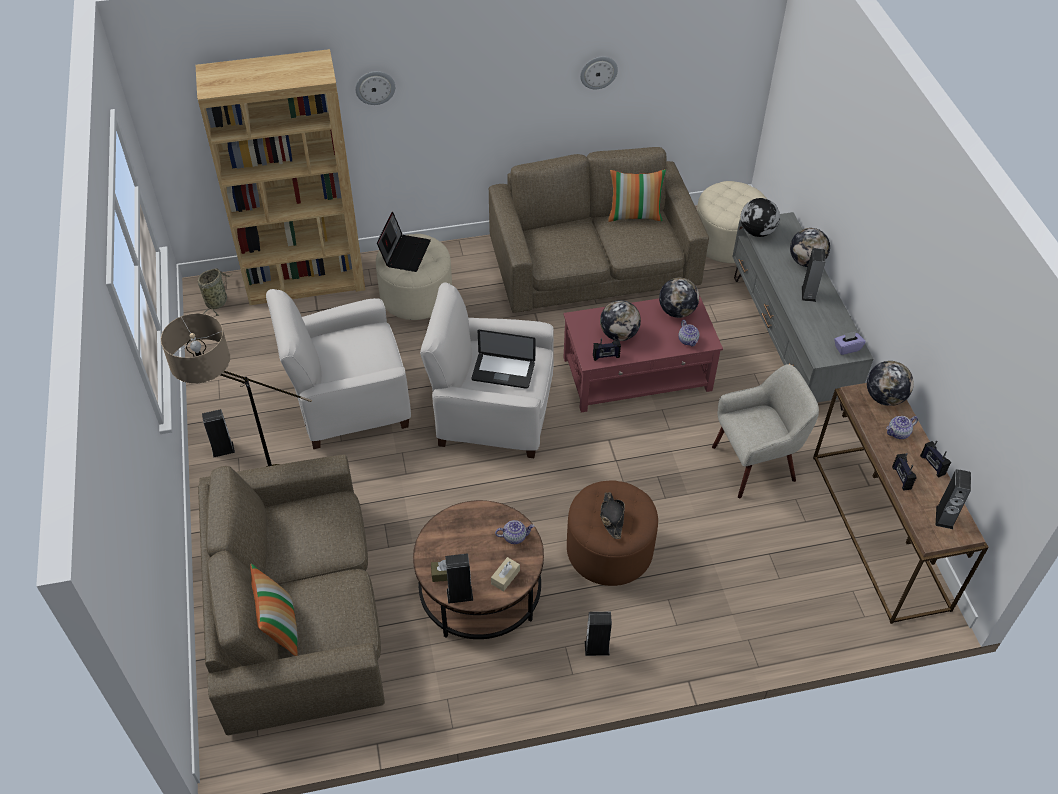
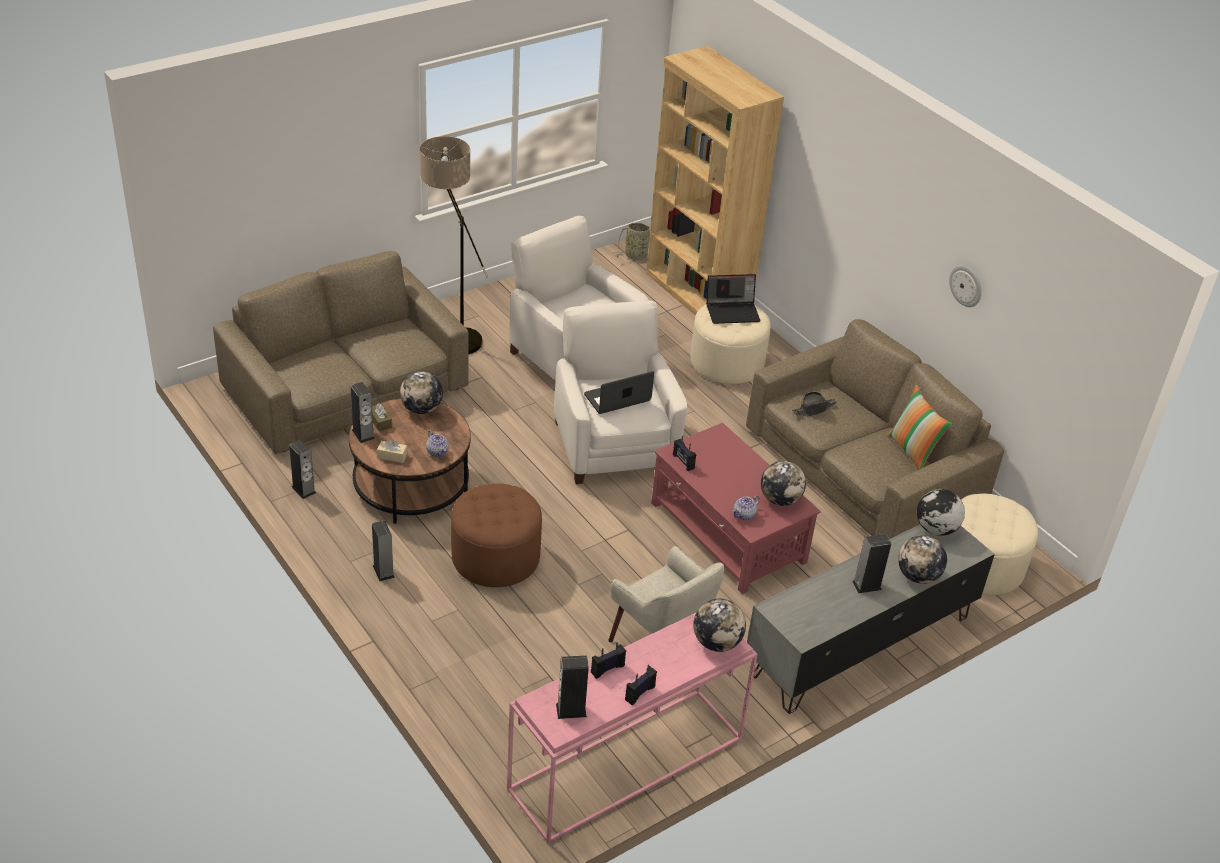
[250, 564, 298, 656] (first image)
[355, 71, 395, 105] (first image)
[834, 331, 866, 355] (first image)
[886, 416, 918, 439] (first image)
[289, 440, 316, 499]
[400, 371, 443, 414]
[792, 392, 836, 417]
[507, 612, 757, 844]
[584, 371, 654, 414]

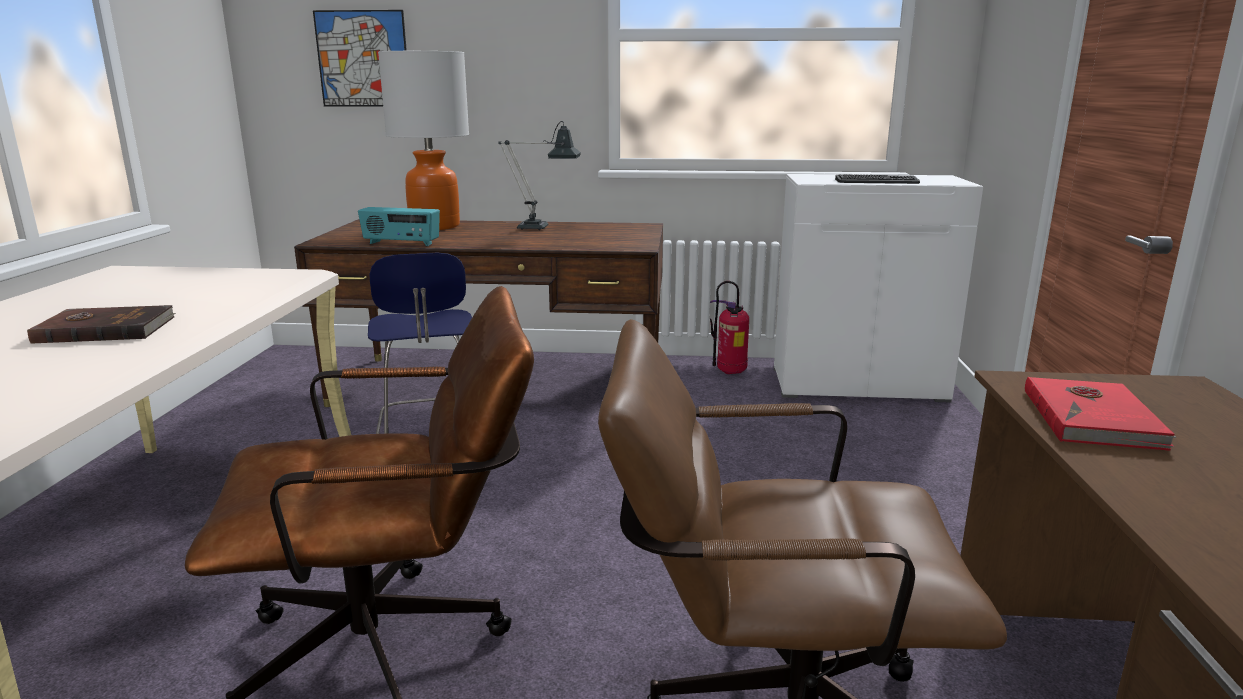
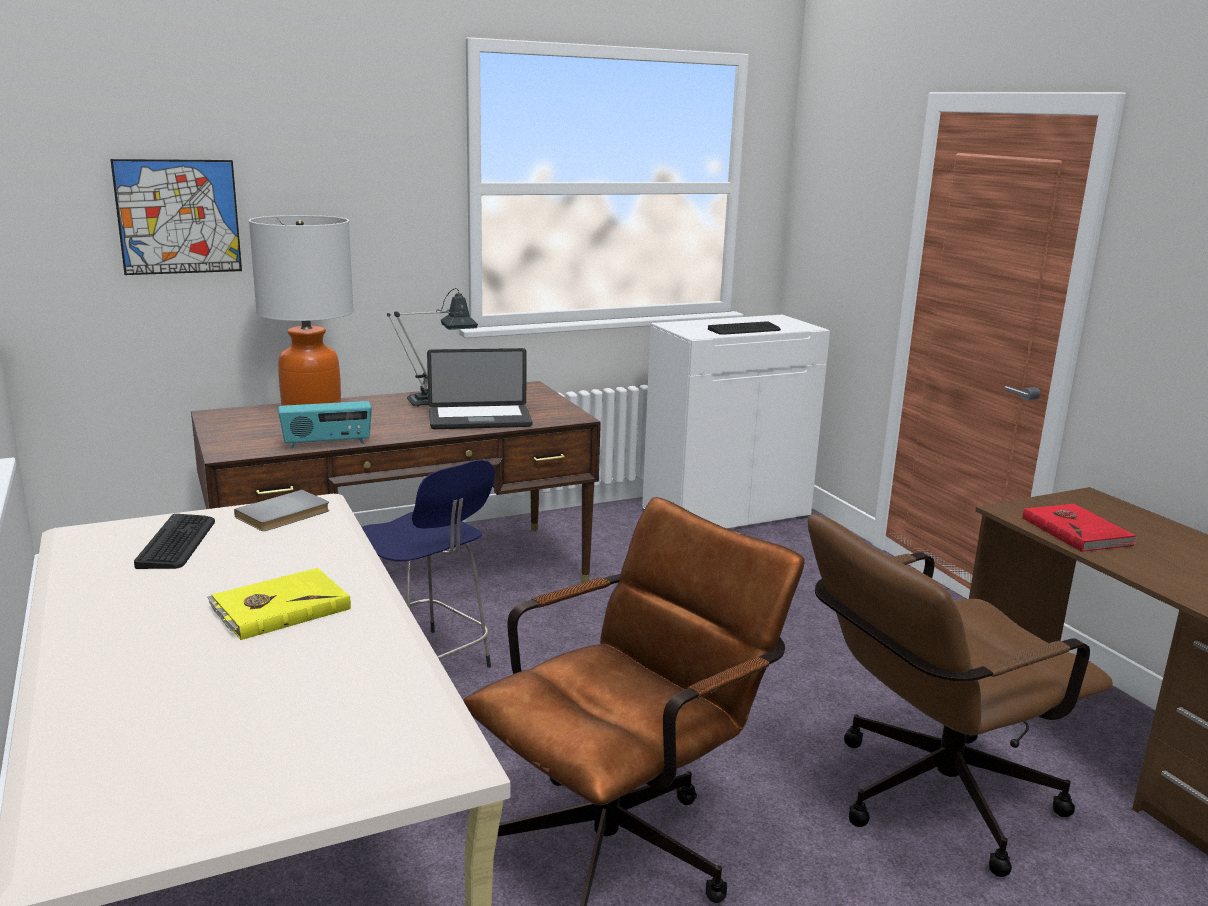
[710, 281, 749, 374] (first image)
[134, 514, 215, 569]
[234, 490, 329, 531]
[427, 348, 533, 429]
[207, 568, 351, 640]

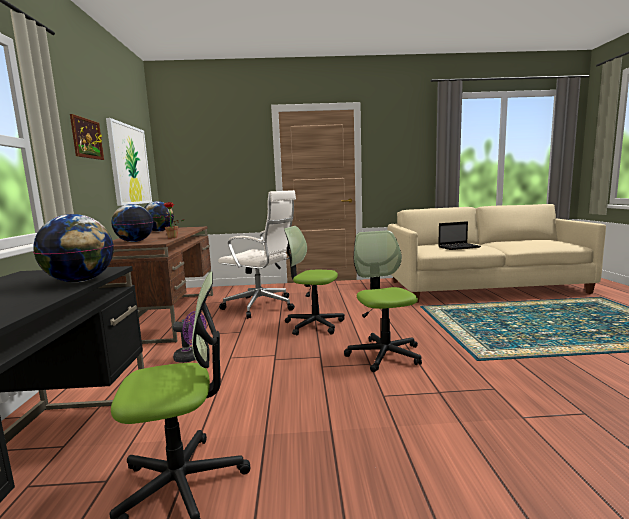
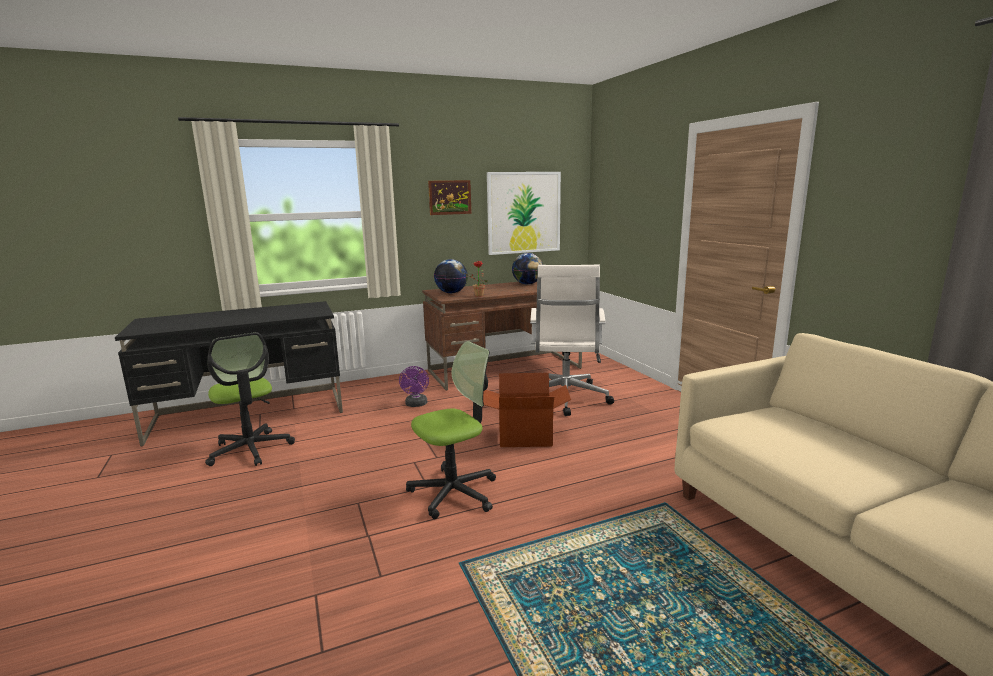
[33, 214, 114, 282] (first image)
[438, 221, 481, 250] (first image)
[483, 373, 571, 447]

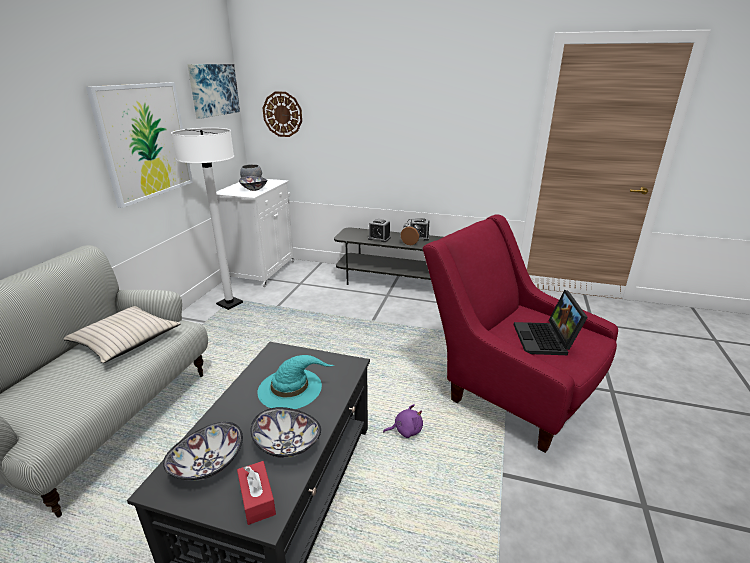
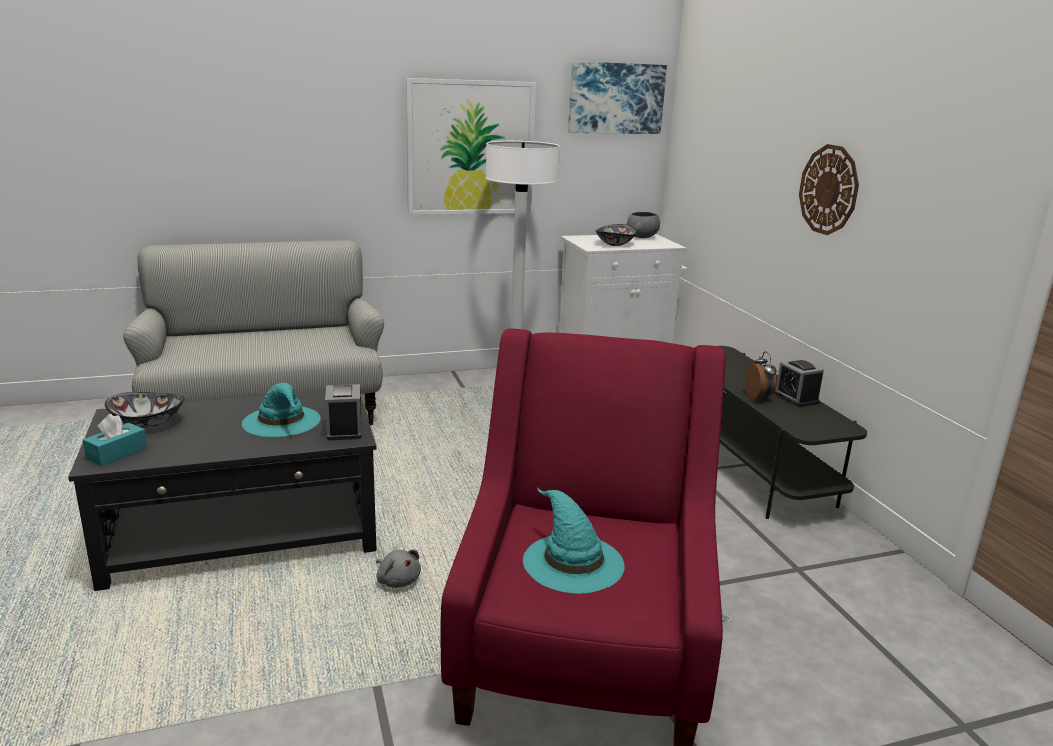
[64, 306, 181, 363] (first image)
[250, 407, 321, 458] (first image)
[799, 144, 859, 235]
[325, 384, 361, 440]
[523, 487, 624, 594]
[83, 414, 147, 466]
[376, 549, 421, 588]

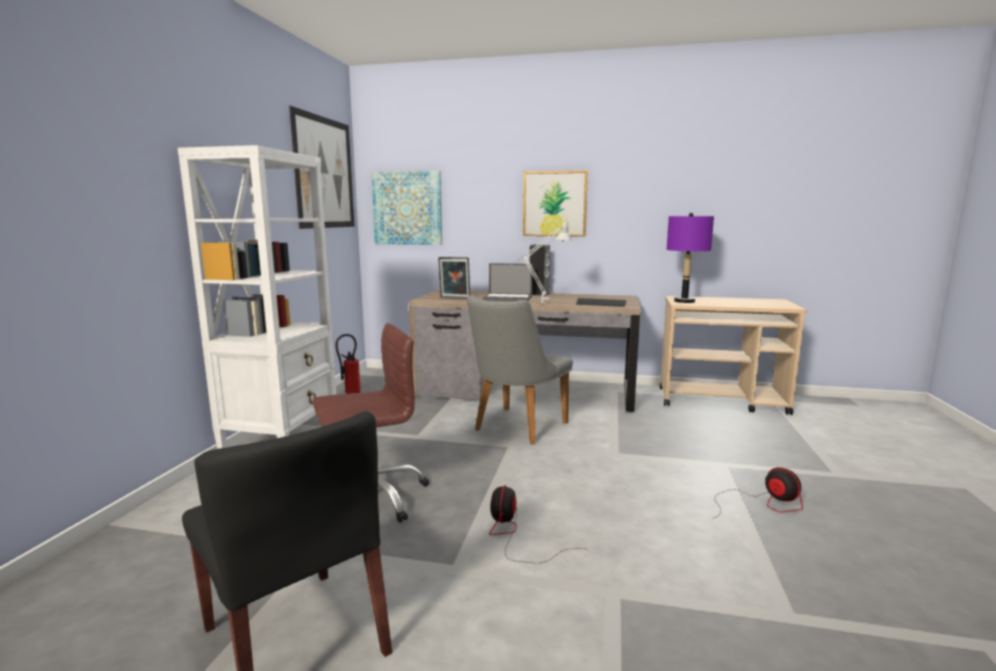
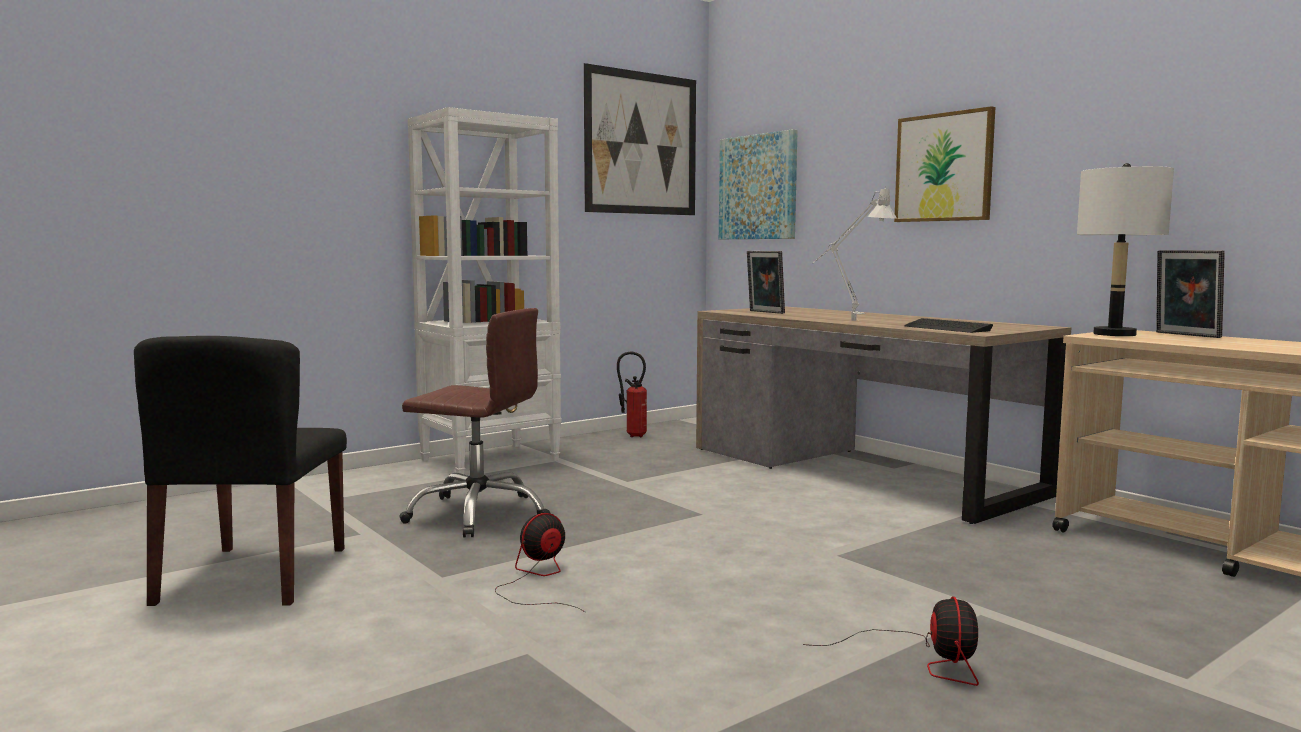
[467, 295, 573, 445] (first image)
[482, 263, 533, 301] (first image)
[529, 245, 550, 296] (first image)
[1156, 250, 1225, 338]
[1077, 163, 1174, 336]

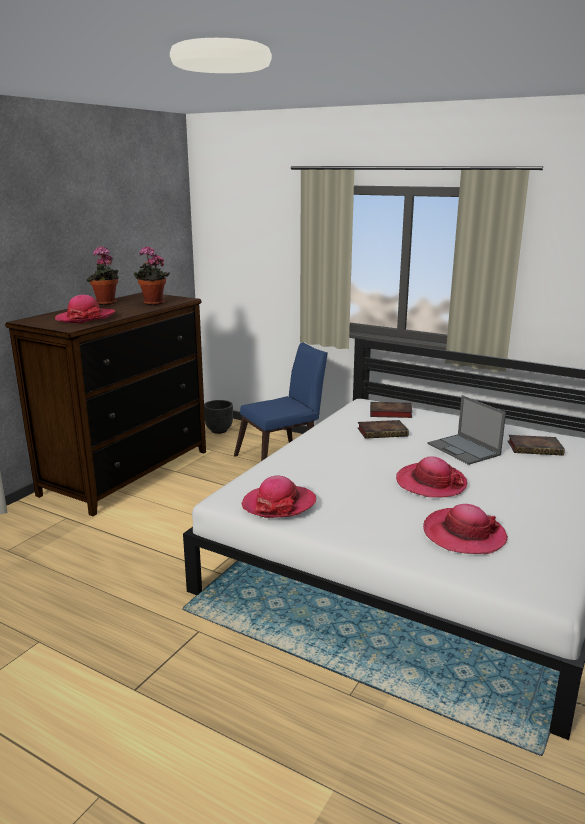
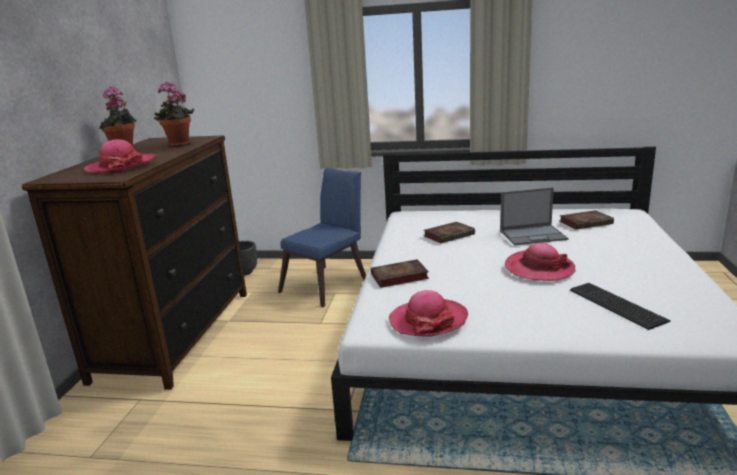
[371, 259, 429, 288]
[570, 283, 670, 330]
[500, 187, 569, 245]

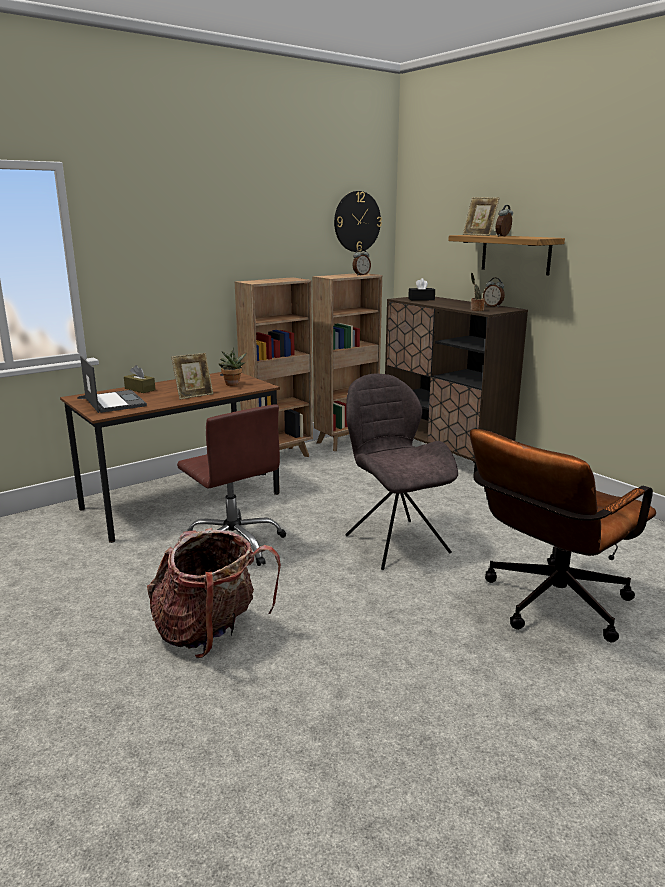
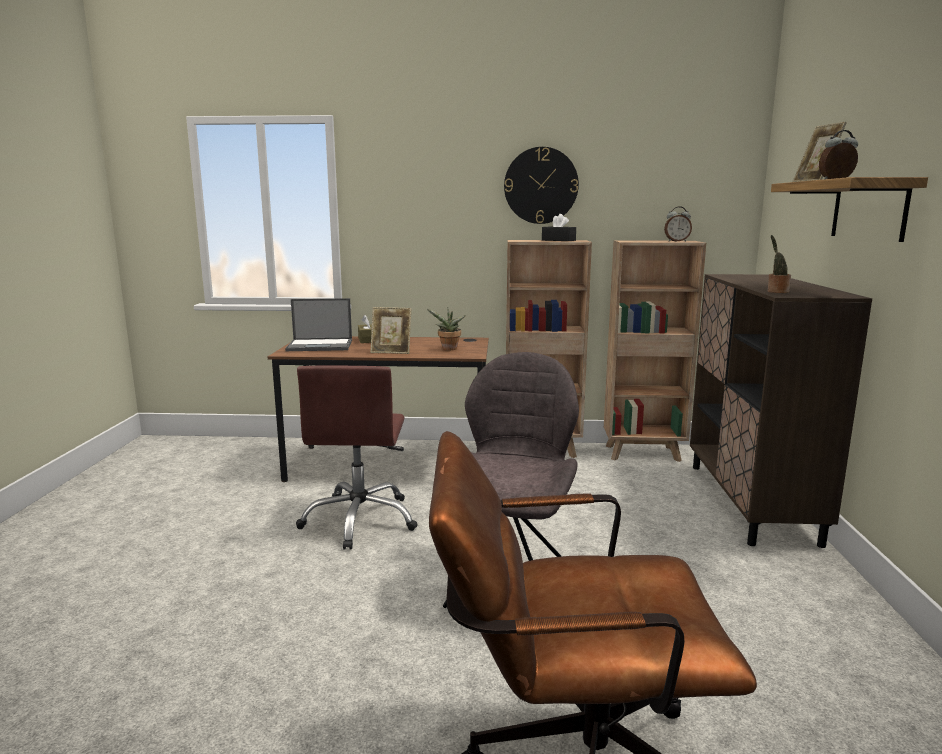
[147, 528, 281, 658] (first image)
[483, 278, 505, 307] (first image)
[504, 147, 579, 224]
[542, 214, 576, 241]
[285, 298, 352, 351]

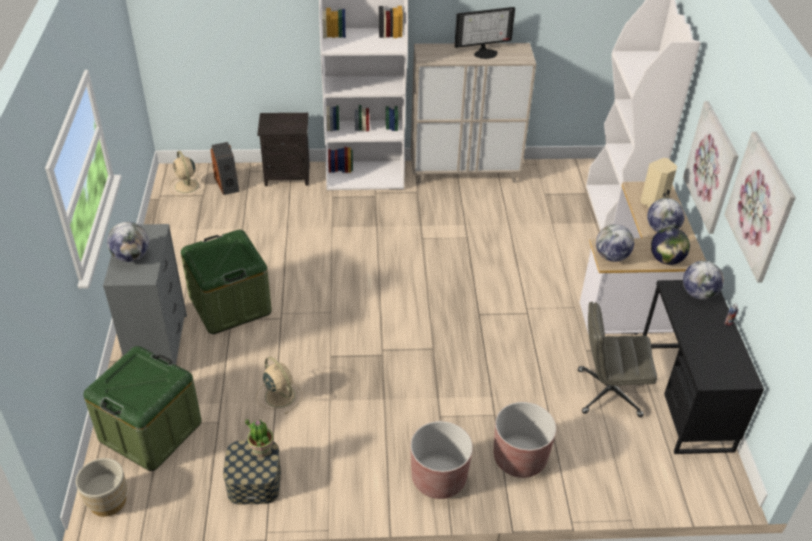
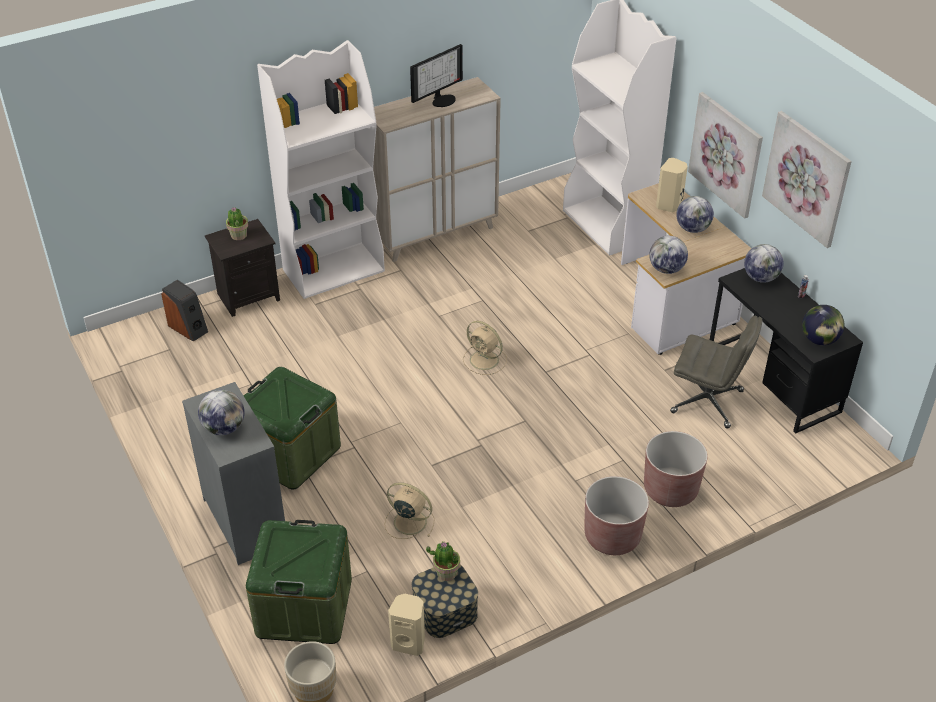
[226, 207, 248, 240]
[388, 594, 425, 656]
[463, 321, 507, 375]
[802, 305, 845, 345]
[670, 316, 762, 428]

